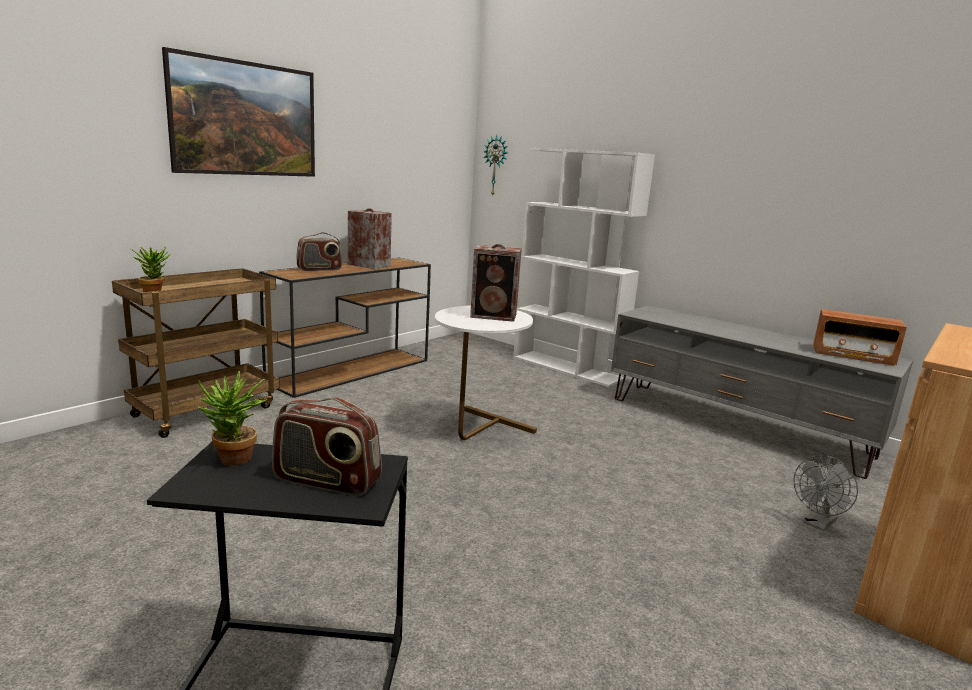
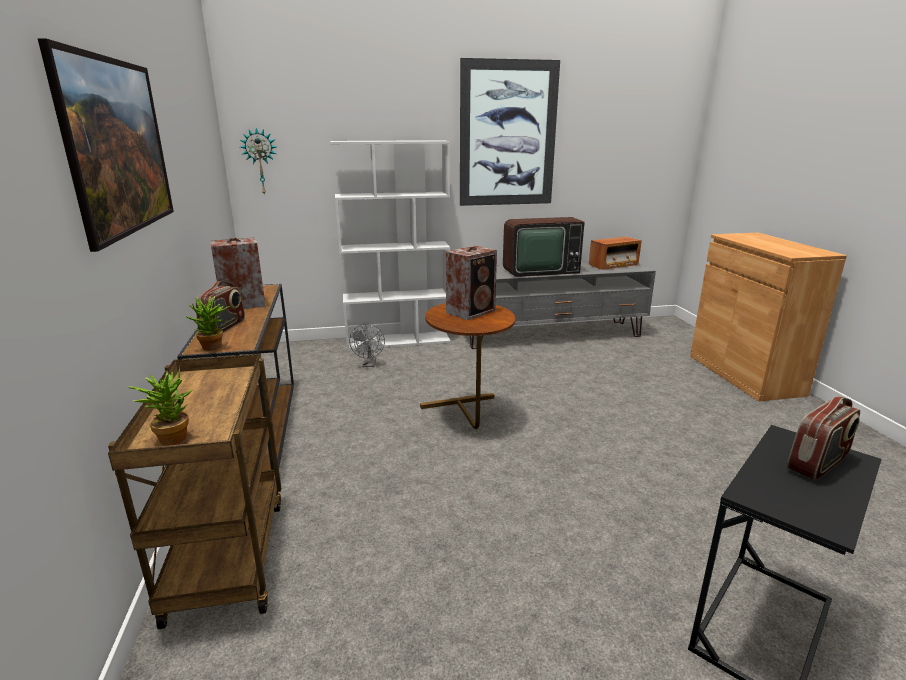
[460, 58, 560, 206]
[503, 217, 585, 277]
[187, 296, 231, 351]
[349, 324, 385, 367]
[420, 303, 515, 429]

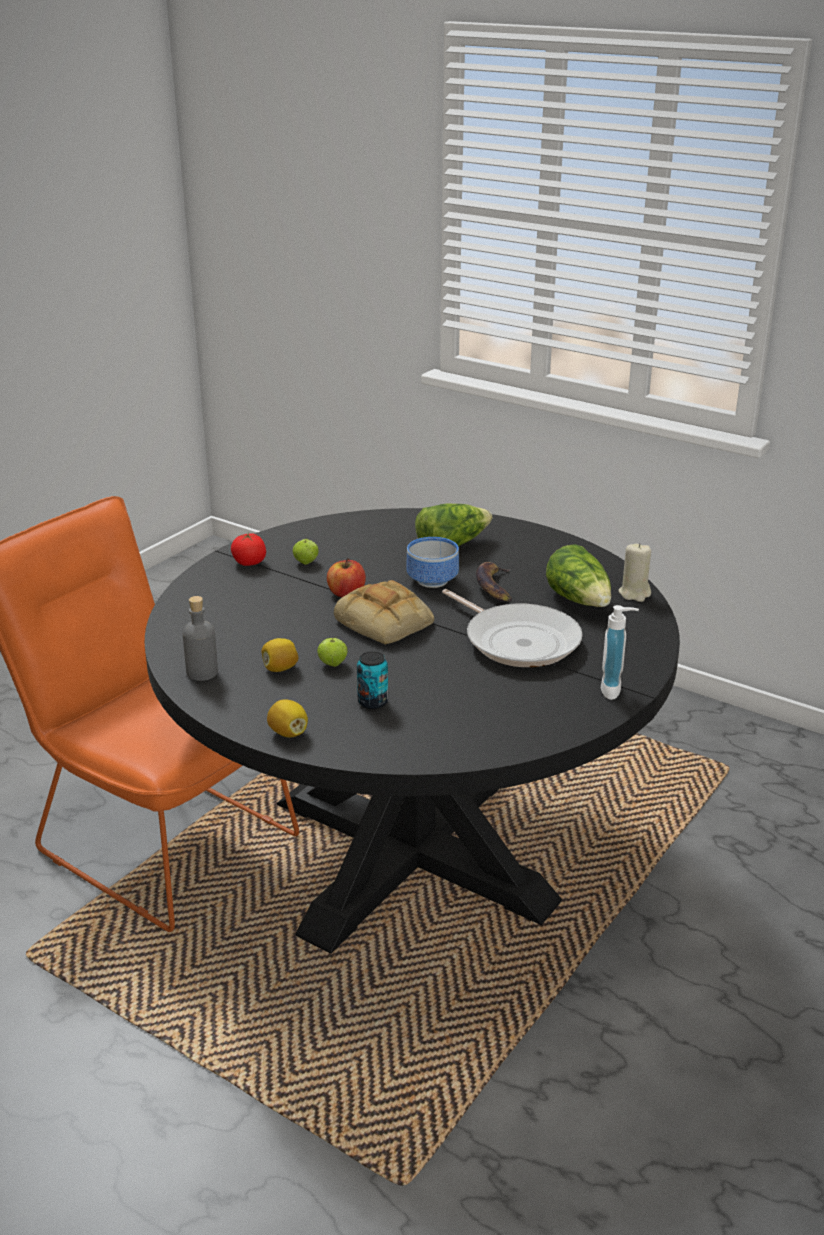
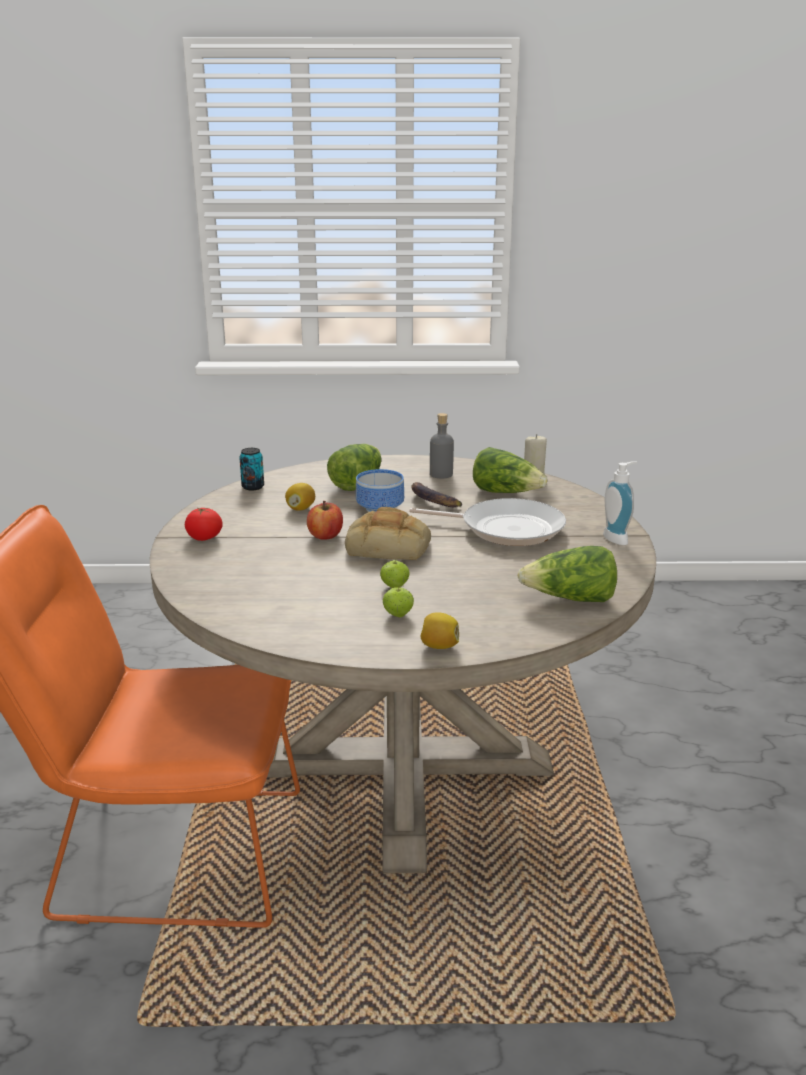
[517, 546, 617, 602]
[430, 413, 454, 479]
[285, 483, 315, 511]
[383, 586, 414, 617]
[239, 448, 264, 490]
[150, 455, 656, 873]

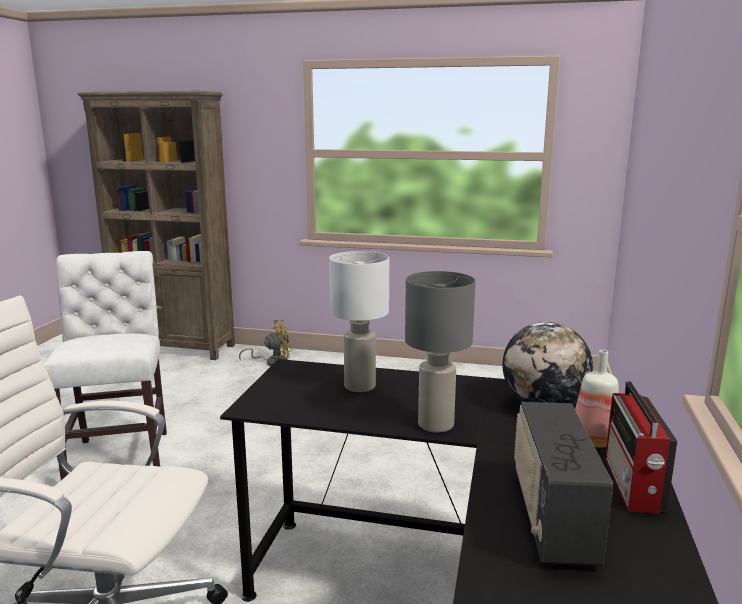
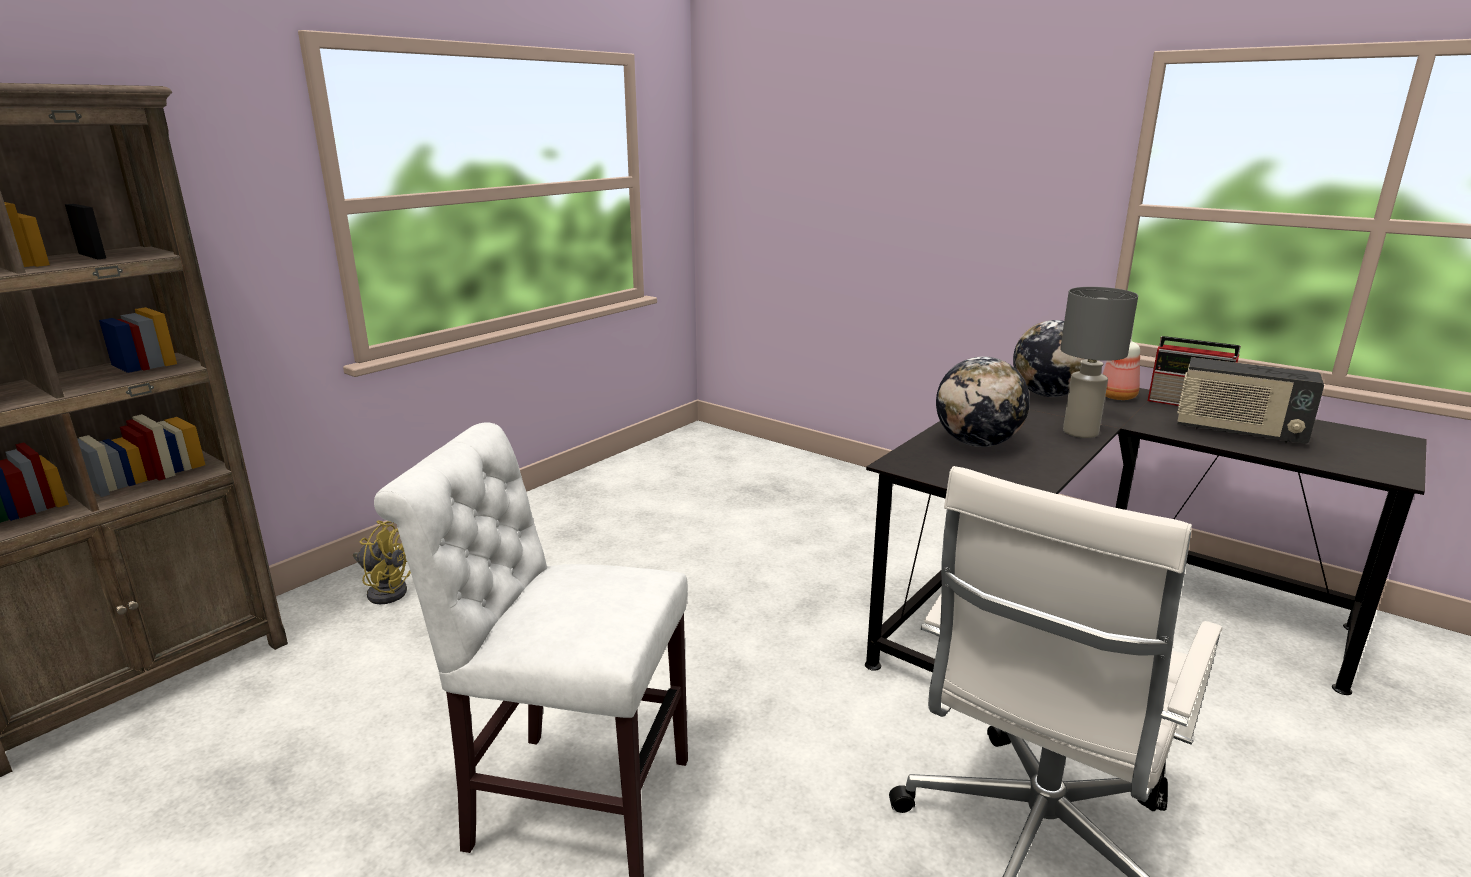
[936, 357, 1030, 447]
[353, 521, 411, 604]

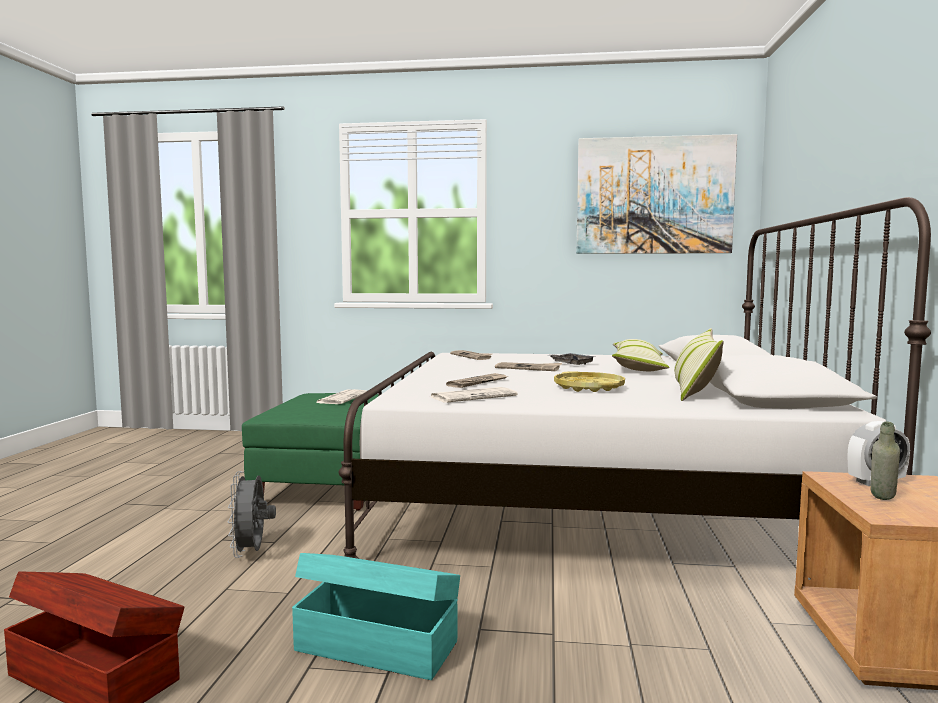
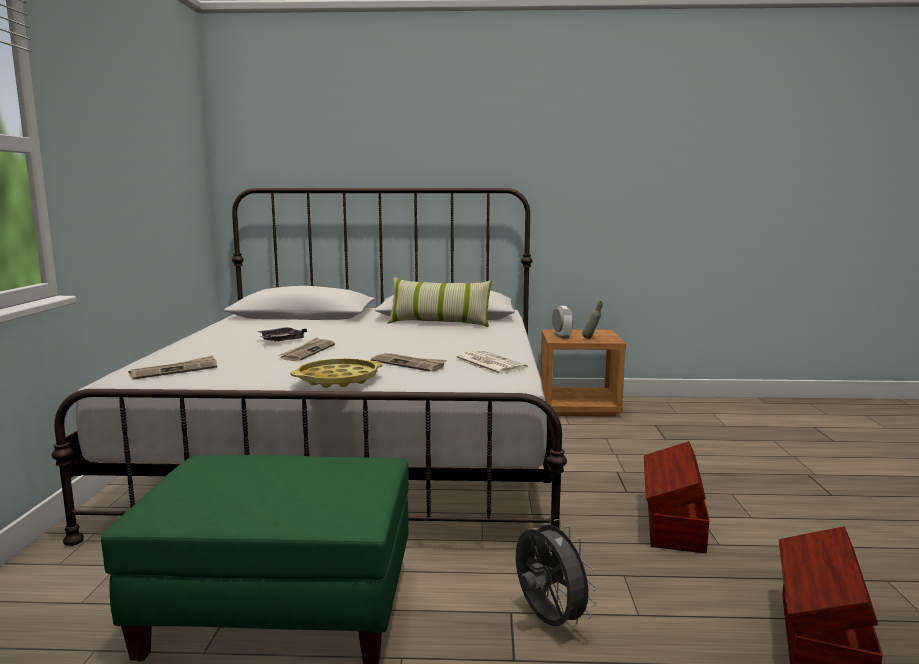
[316, 389, 367, 404] (first image)
[576, 134, 737, 254] (first image)
[612, 339, 669, 371] (first image)
[291, 358, 383, 388]
[644, 441, 710, 553]
[516, 518, 597, 627]

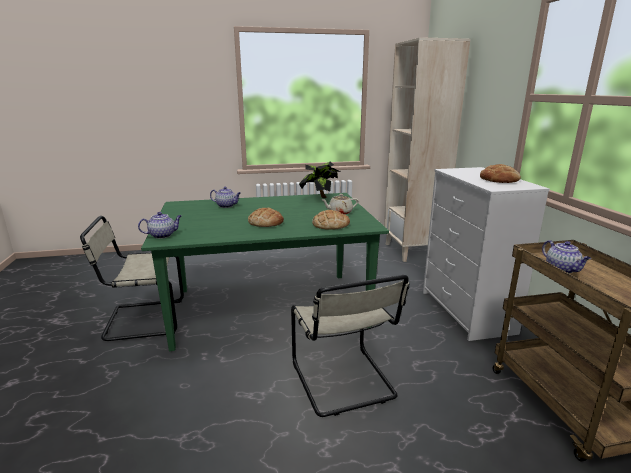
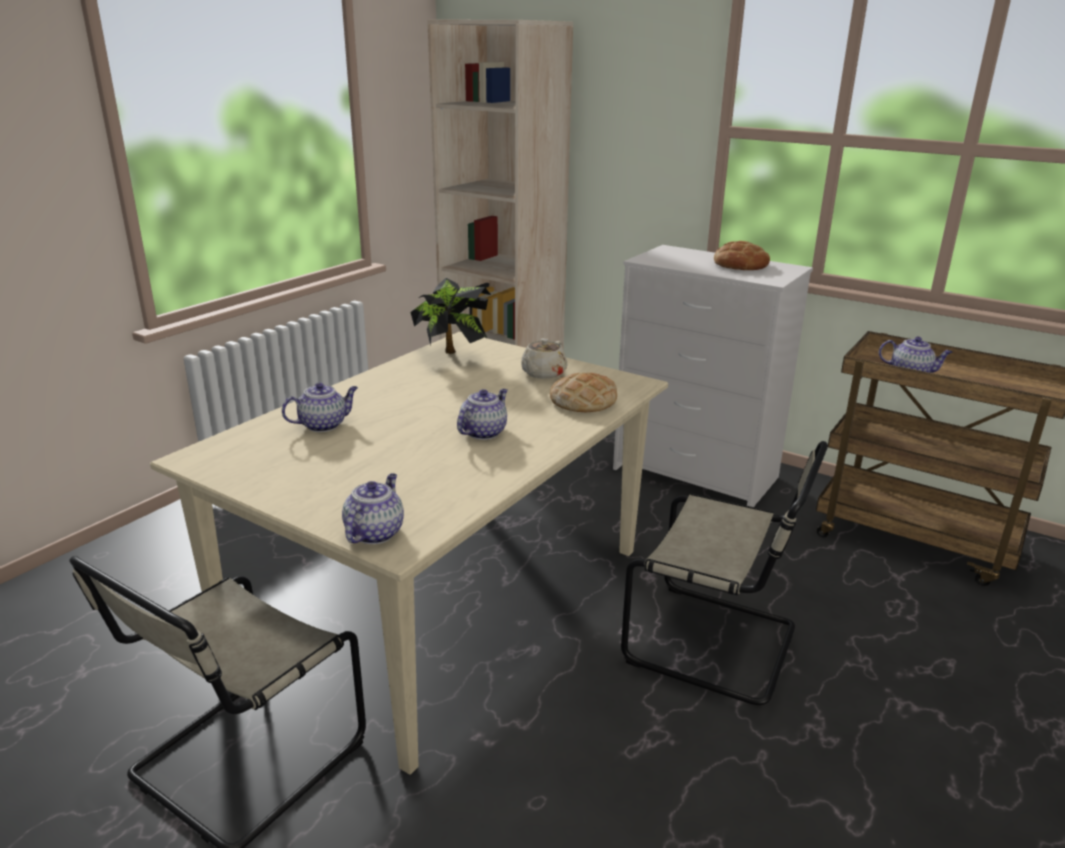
[457, 389, 508, 440]
[150, 332, 668, 775]

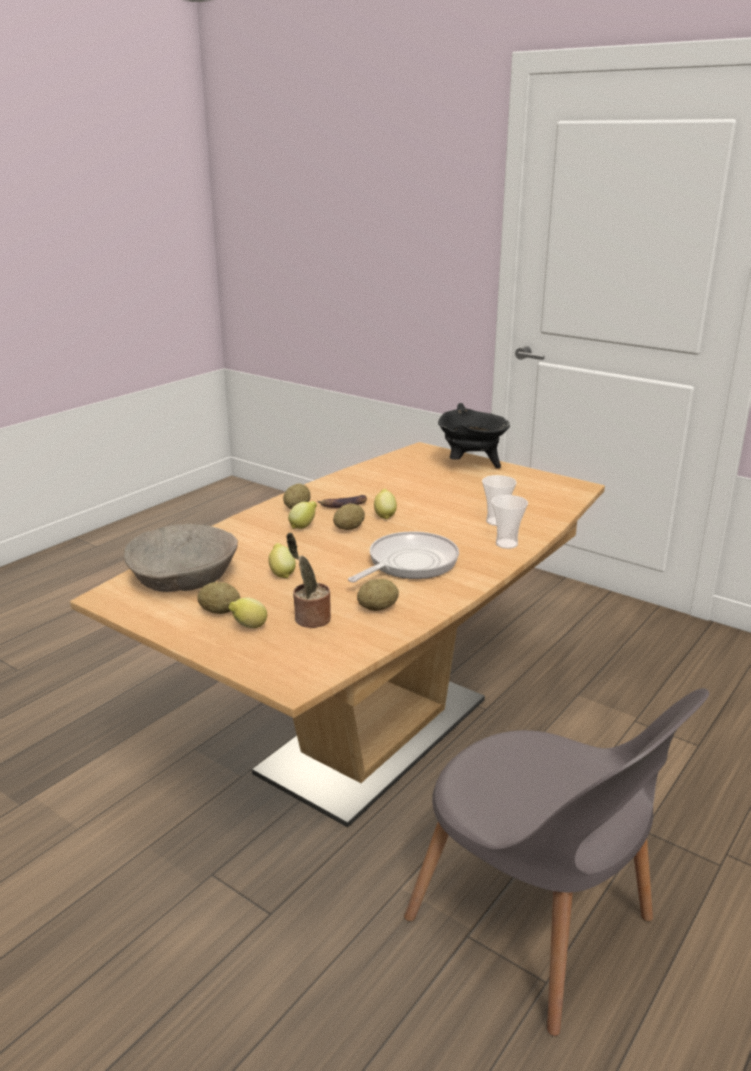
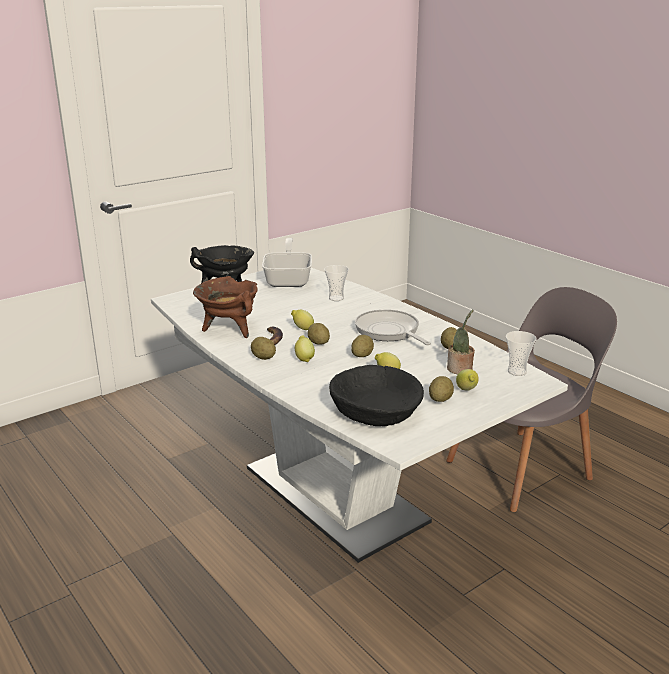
[193, 276, 257, 338]
[262, 238, 312, 287]
[351, 335, 374, 357]
[506, 331, 537, 376]
[151, 268, 568, 563]
[329, 365, 424, 426]

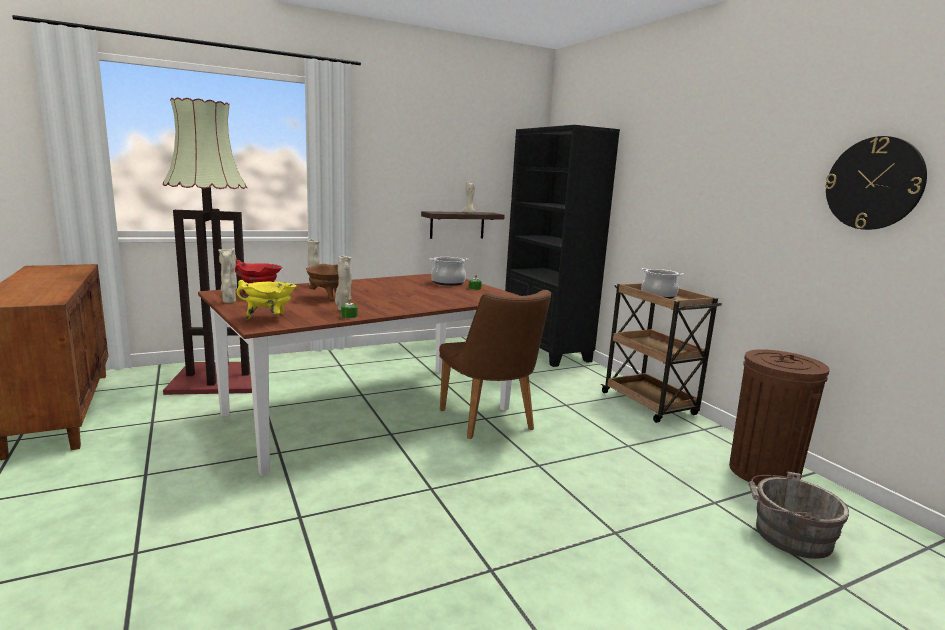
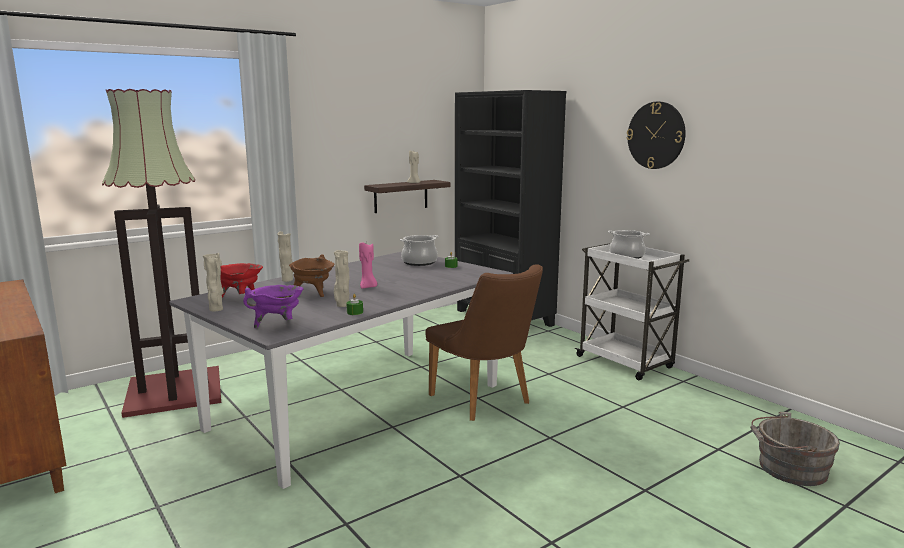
[729, 349, 830, 486] (first image)
[359, 242, 377, 288]
[627, 102, 686, 169]
[169, 252, 513, 489]
[243, 285, 304, 328]
[575, 243, 689, 380]

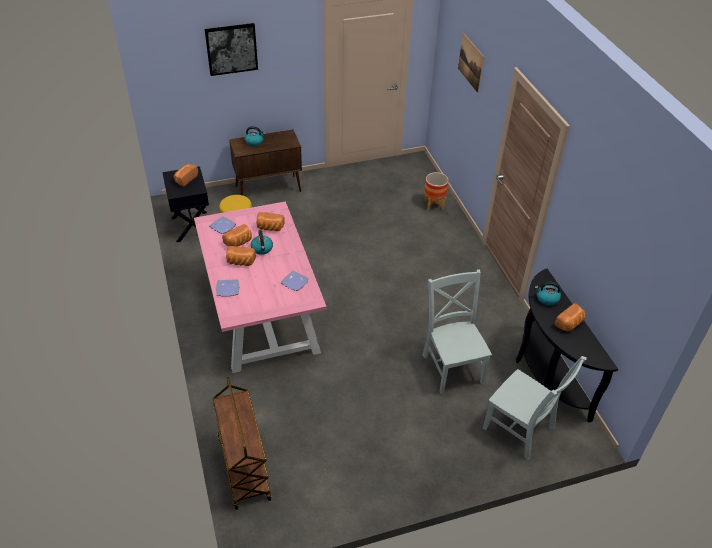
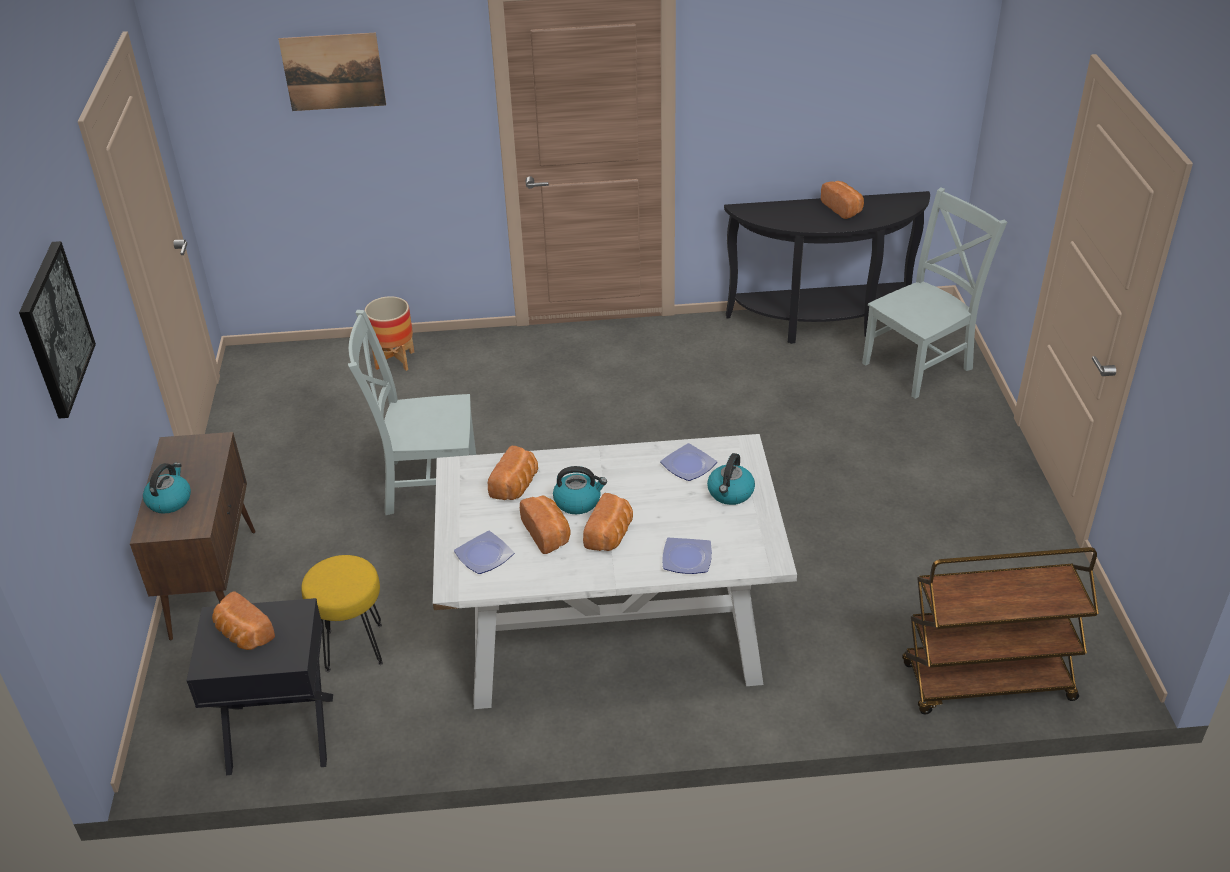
[348, 310, 476, 515]
[707, 453, 755, 505]
[433, 434, 797, 709]

